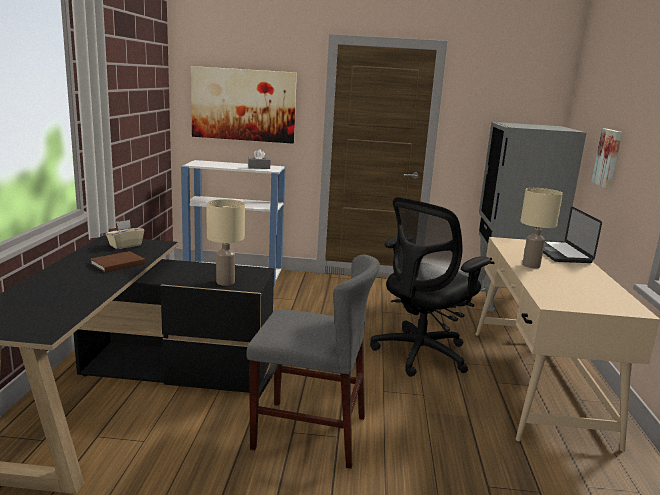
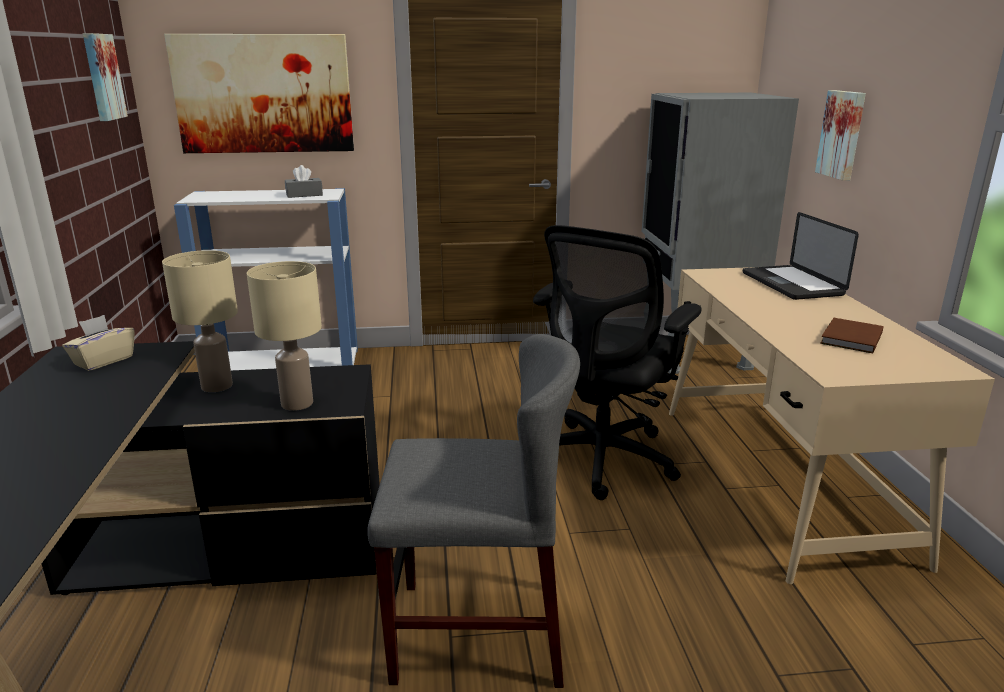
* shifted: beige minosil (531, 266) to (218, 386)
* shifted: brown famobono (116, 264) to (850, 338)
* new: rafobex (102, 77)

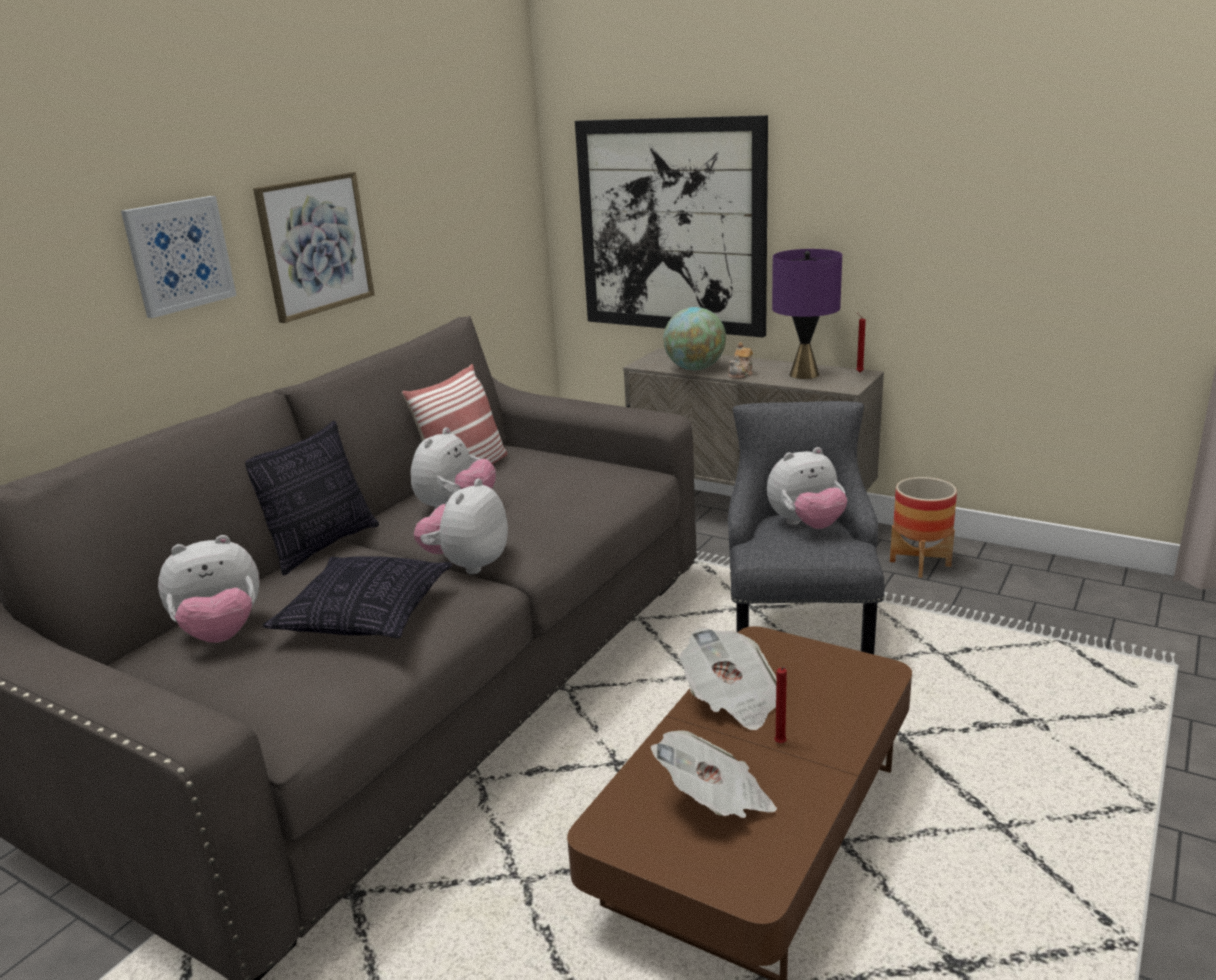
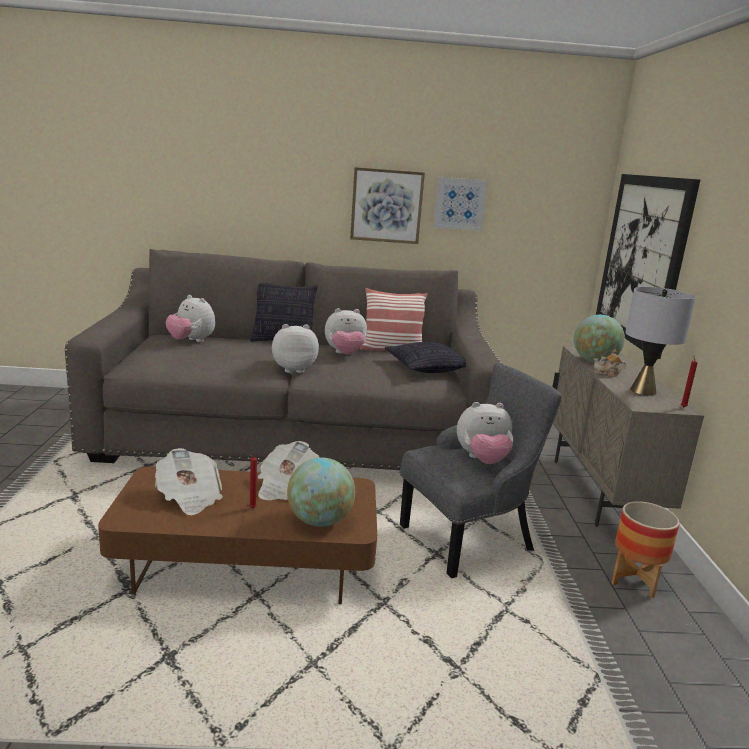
* shifted: rafobex (179, 255) to (460, 203)
* repainted: purple minosil (804, 374) to grey minosil (642, 391)
* rotated: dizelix (806, 525) = (482, 460) 45 degrees counterclockwise
* shifted: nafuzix (366, 616) to (427, 368)
* new: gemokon (319, 521)

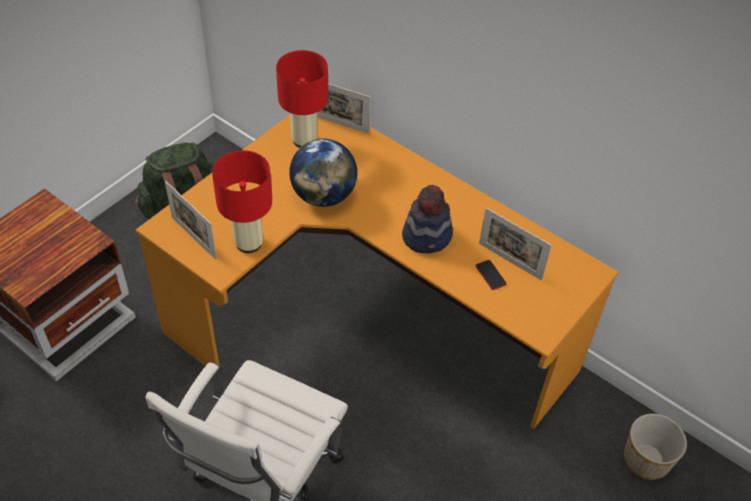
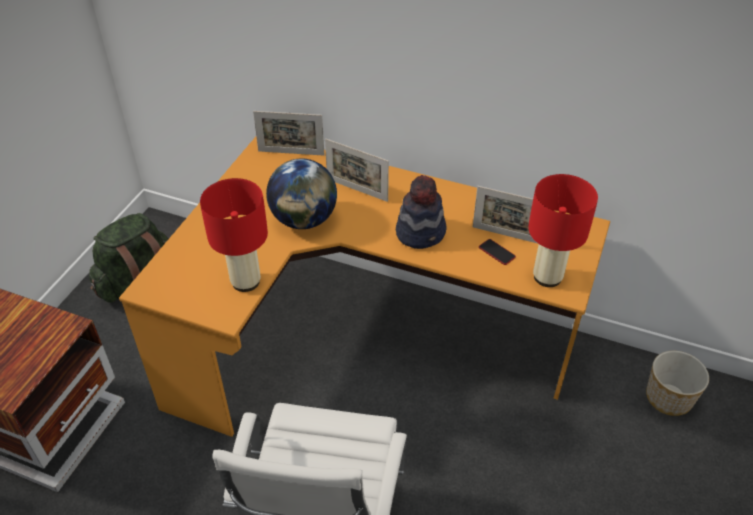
* shifted: red minosil (305, 140) to (548, 277)
* shifted: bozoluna (193, 238) to (357, 190)

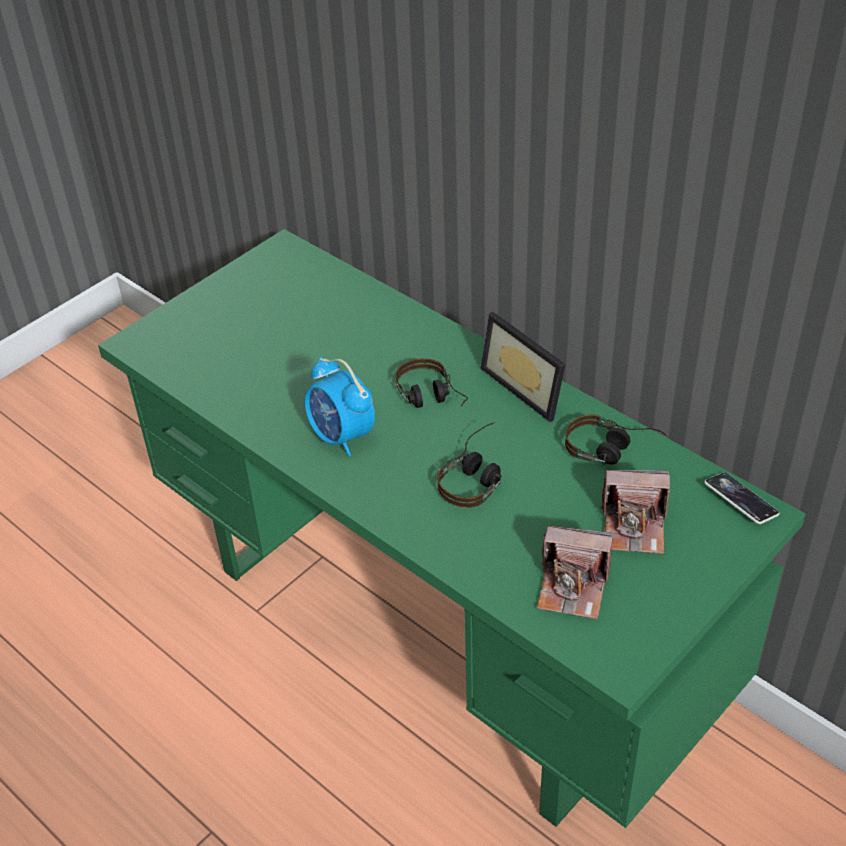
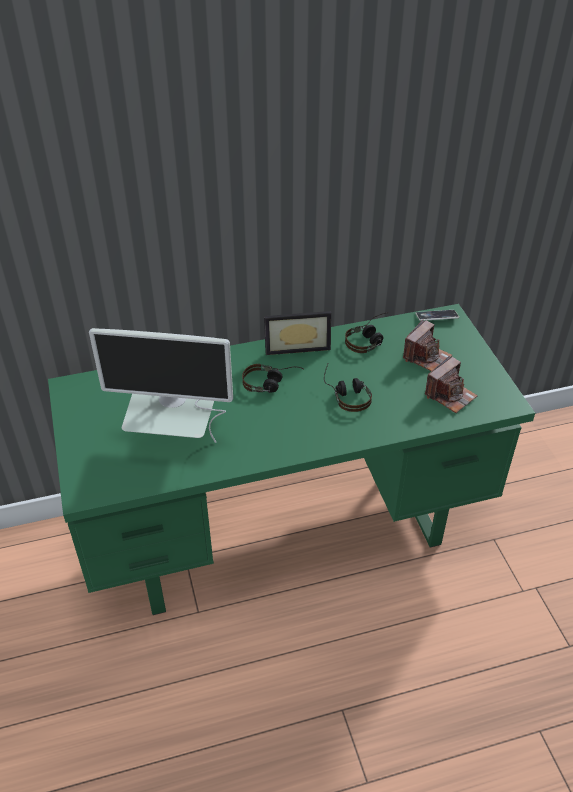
* gone: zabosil (341, 436)
* new: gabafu (175, 438)

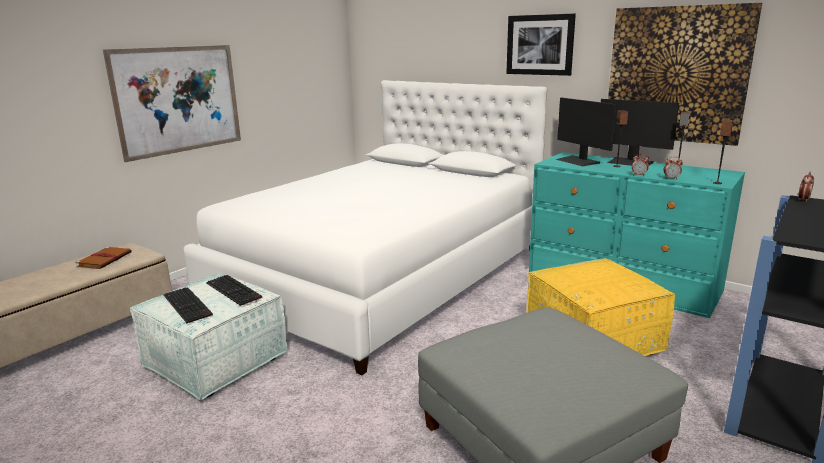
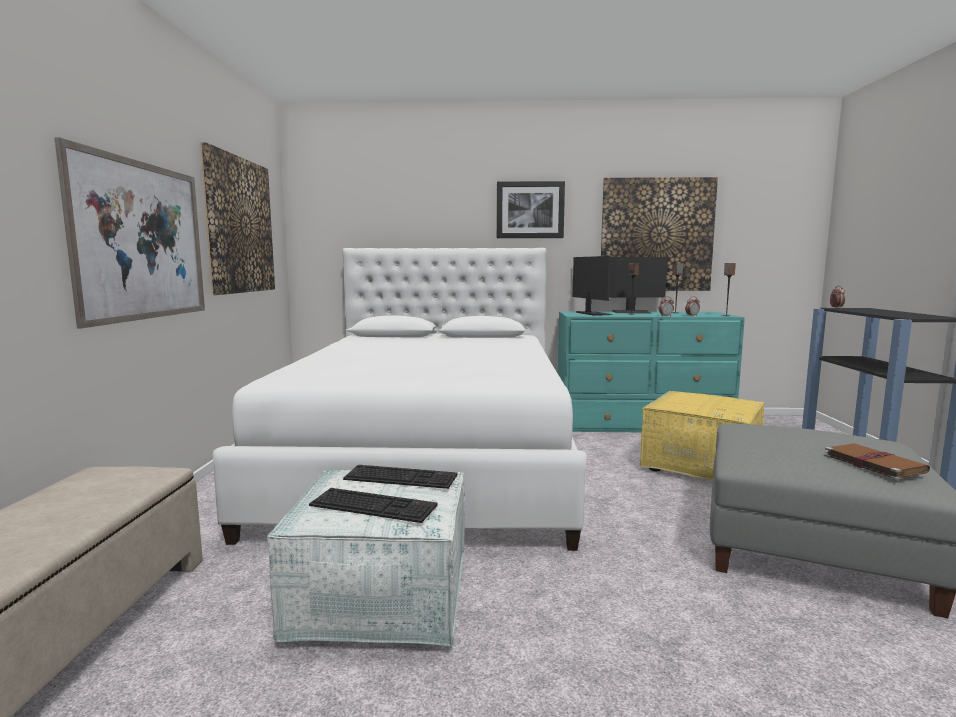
* rotated: gabafu (578, 161) = (593, 313) 135 degrees counterclockwise
* shifted: brown famobono (105, 259) to (872, 463)
* new: rafobex (240, 225)

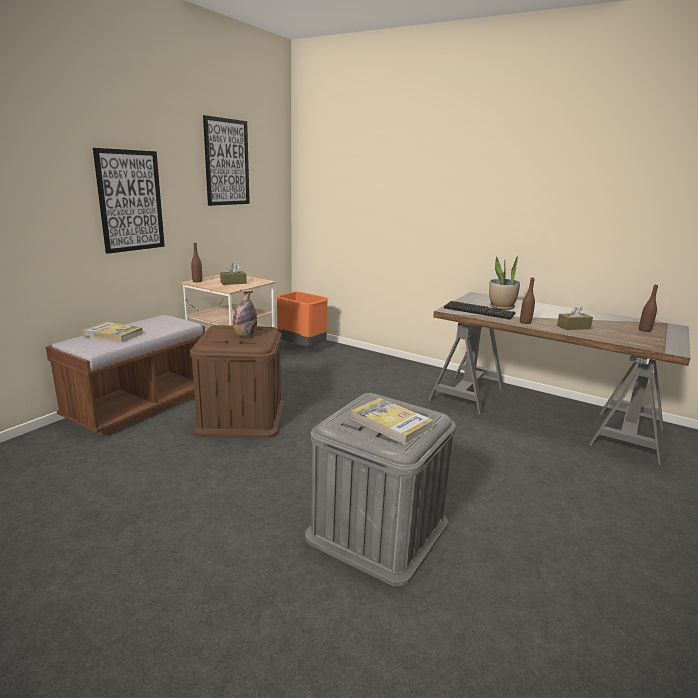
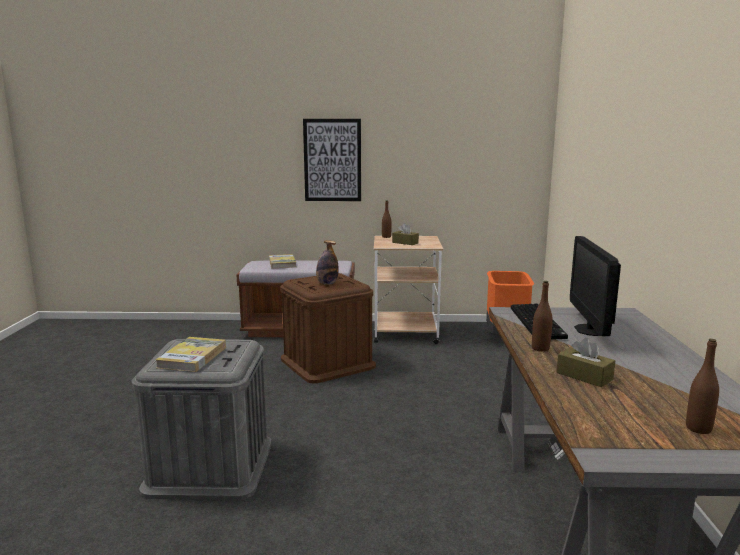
* gone: rafobex (227, 162)
* swapped: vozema (501, 307) to gabafu (590, 330)

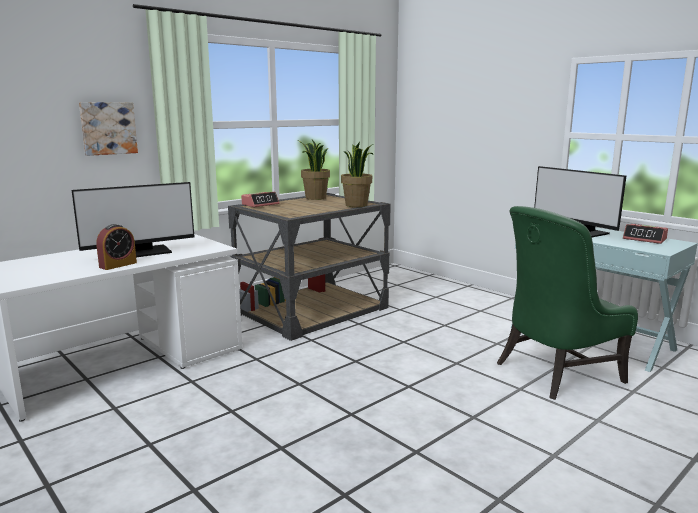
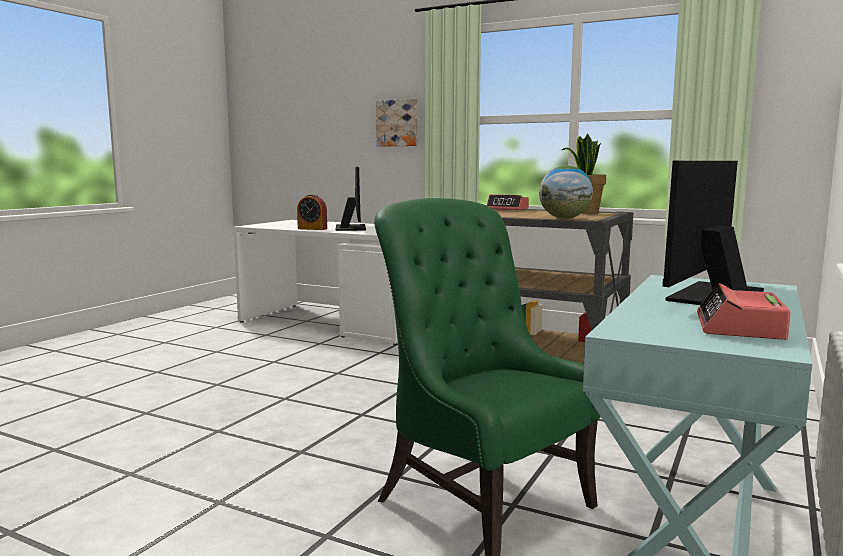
* swapped: vozema (357, 205) to gemokon (564, 218)
* rotated: gabafu (139, 253) = (351, 228) 135 degrees counterclockwise

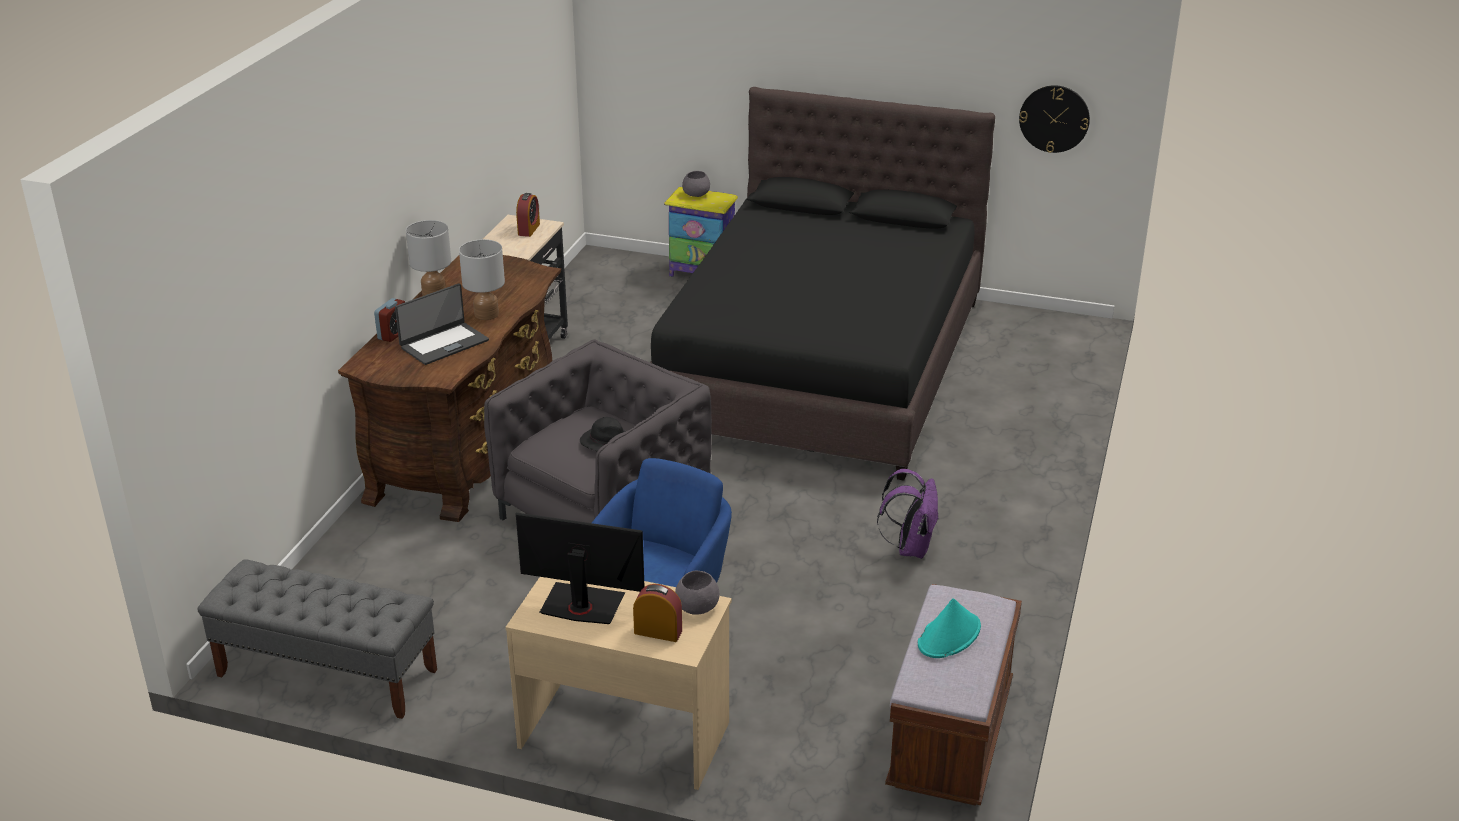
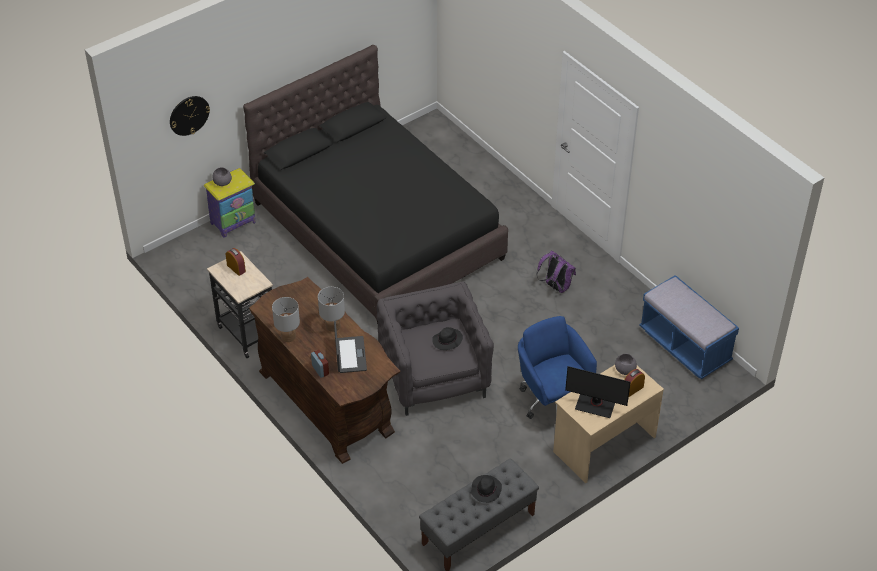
* shifted: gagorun (1054, 118) to (189, 115)
* rotated: gabafu (582, 605) = (595, 404) 120 degrees counterclockwise
* repainted: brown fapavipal (951, 738) to blue fapavipal (684, 346)
* gone: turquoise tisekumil (949, 636)
* new: black tisekumil (486, 489)

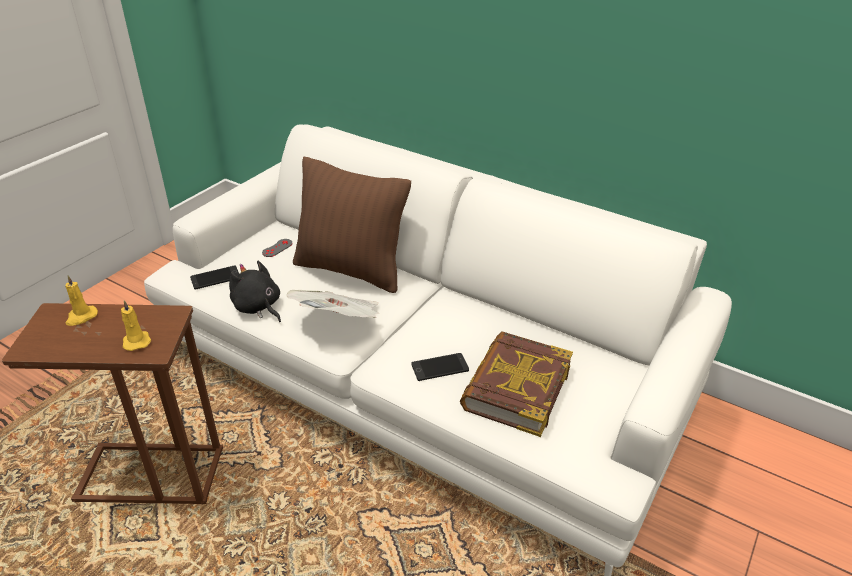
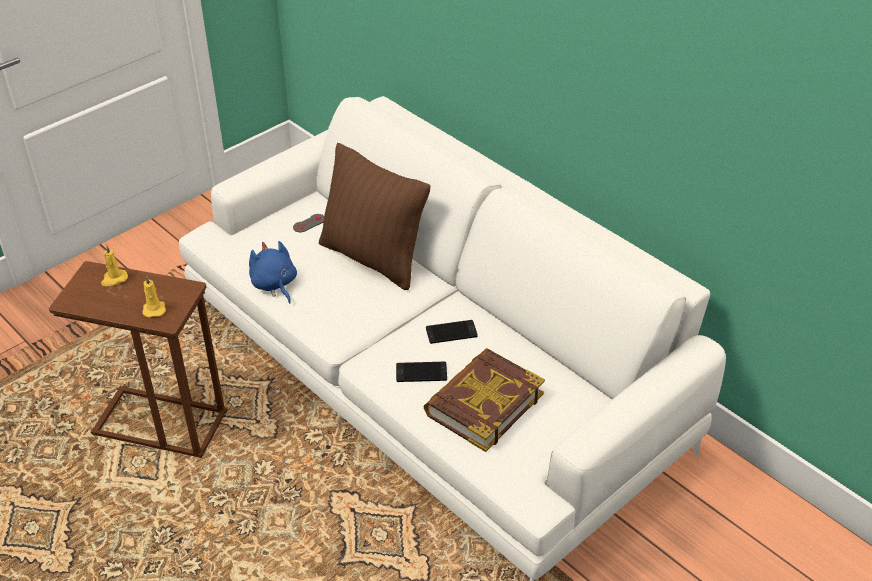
* repainted: black dizelix (258, 307) to blue dizelix (274, 285)
* shifted: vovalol (215, 278) to (451, 332)
* gone: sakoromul (339, 322)

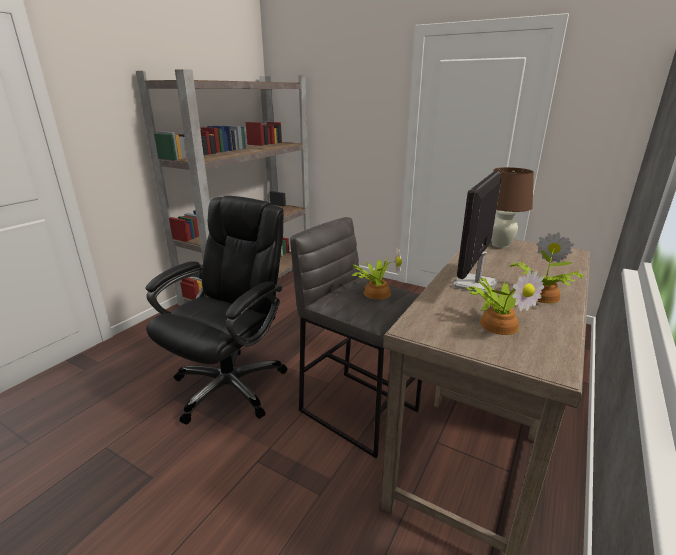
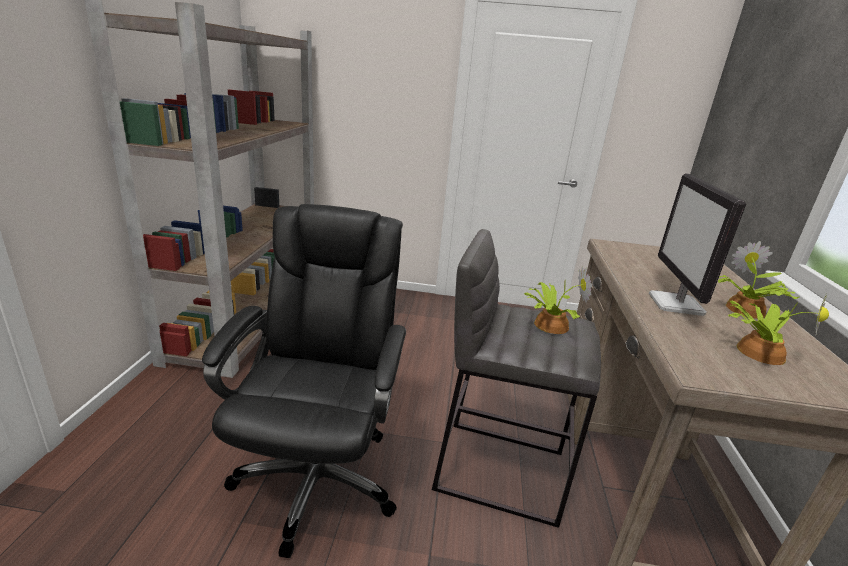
* gone: brown minosil (500, 245)

